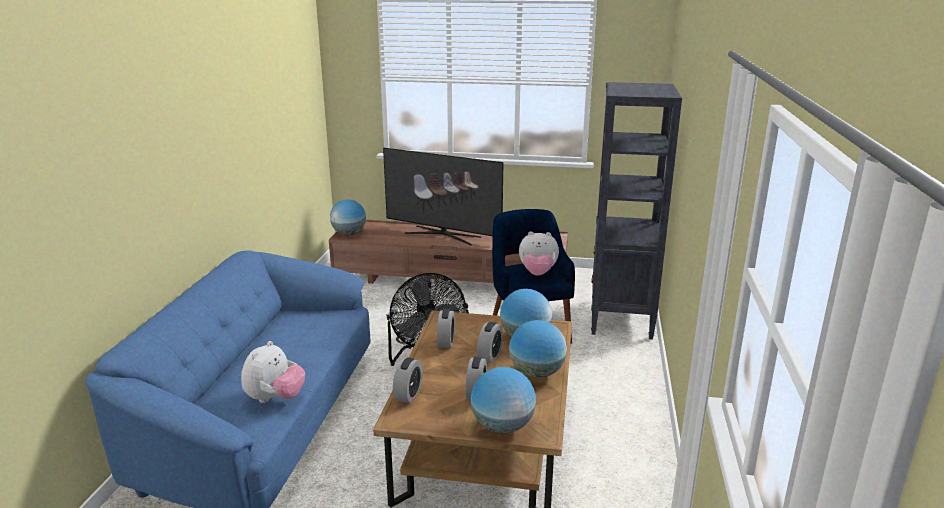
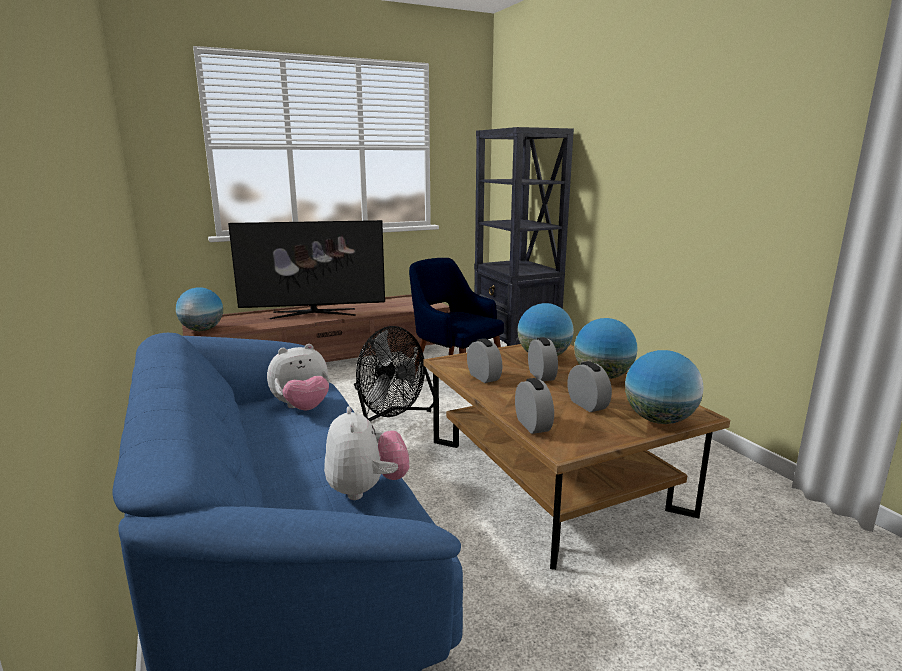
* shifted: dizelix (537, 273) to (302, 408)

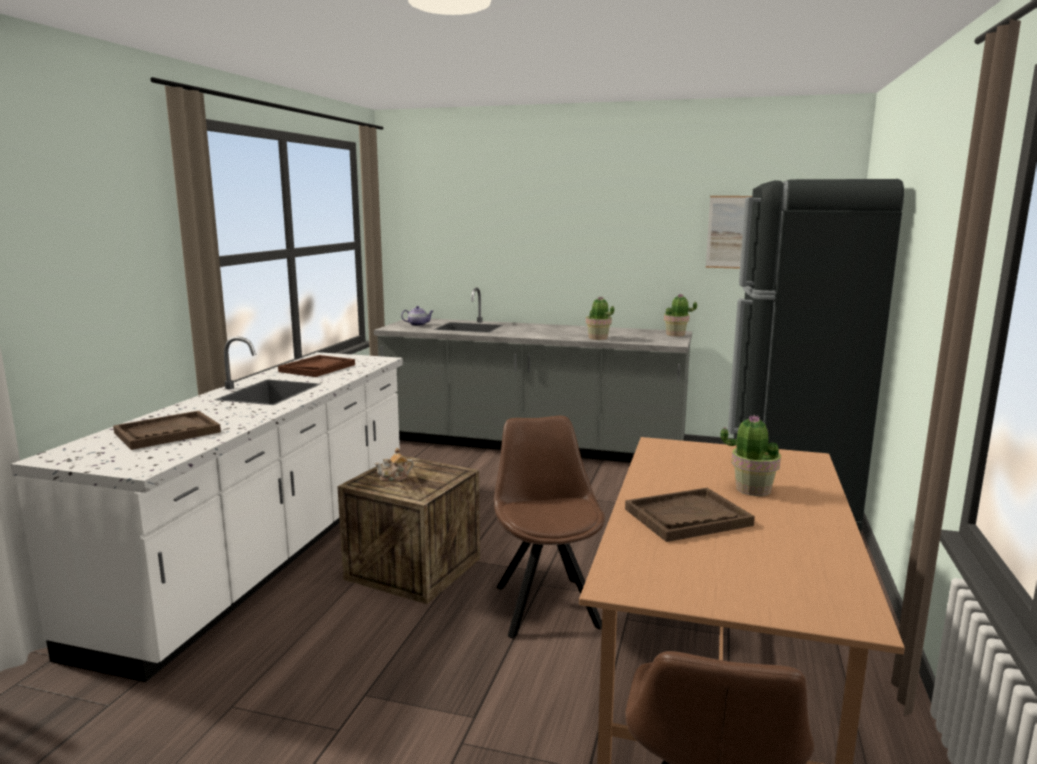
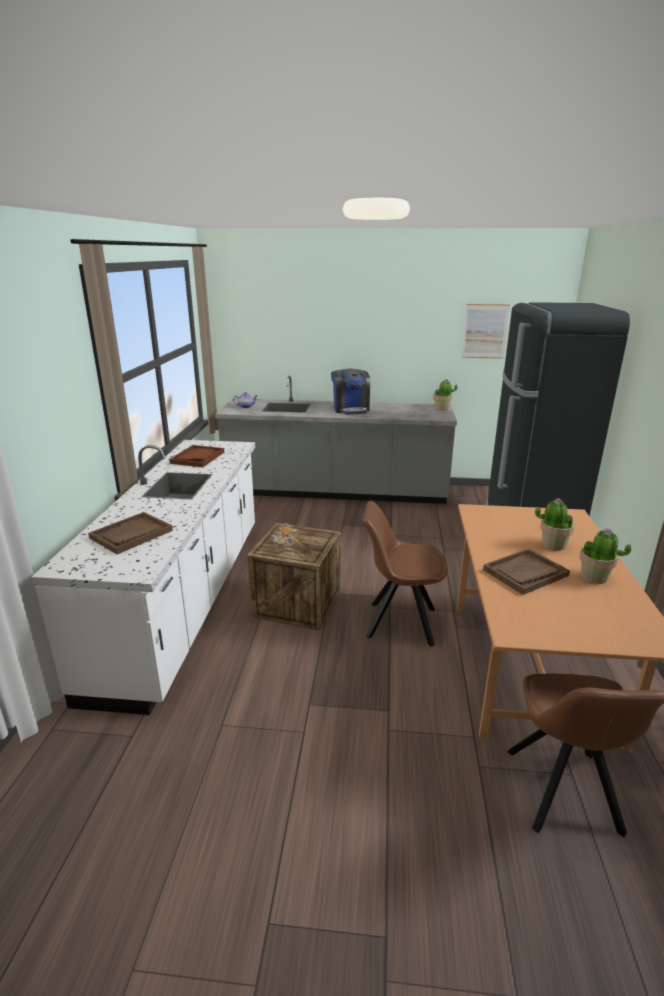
* shifted: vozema (598, 338) to (594, 577)
* rotated: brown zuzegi (546, 606) = (400, 623) 60 degrees counterclockwise
* new: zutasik (350, 409)

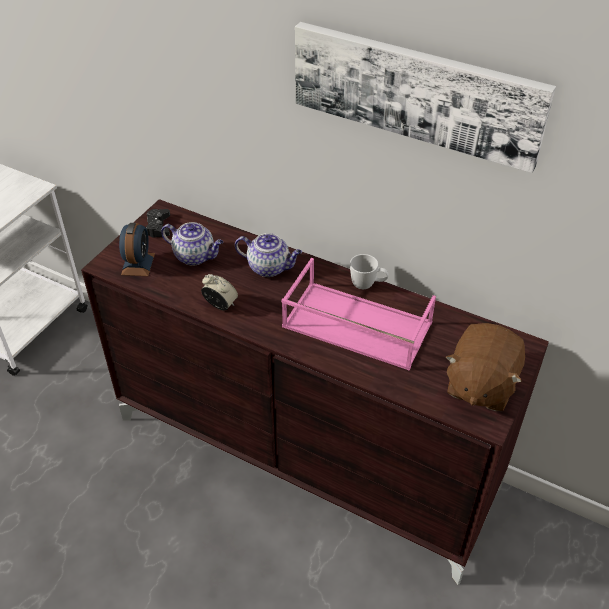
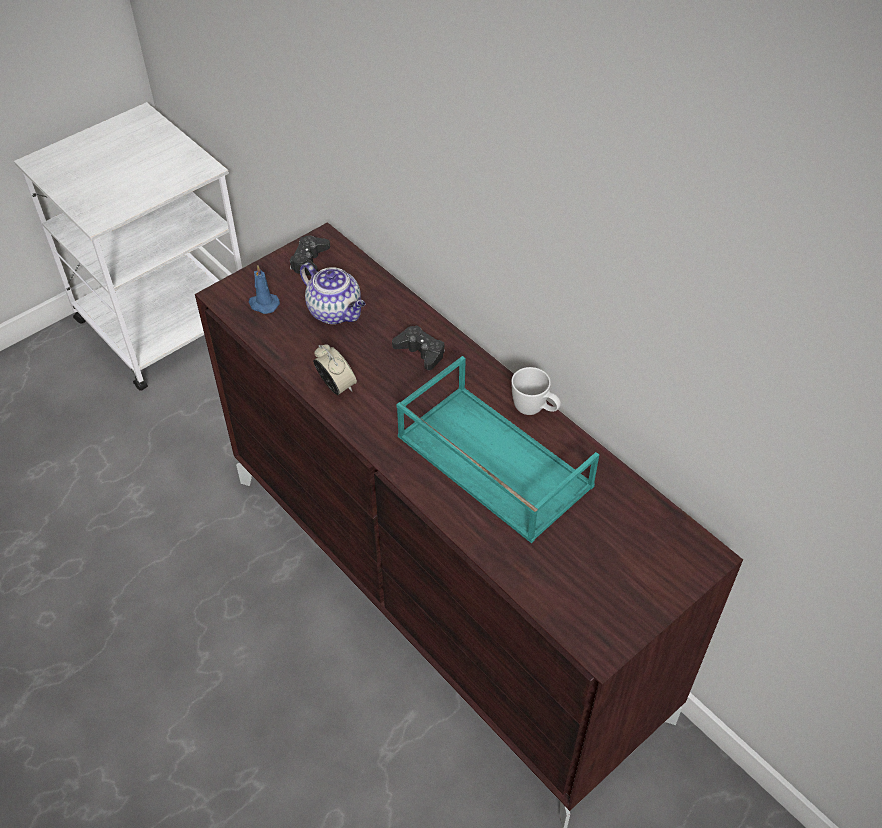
* gone: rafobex (416, 92)
* swapped: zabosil (138, 264) to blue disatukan (263, 304)
* swapped: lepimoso (270, 267) to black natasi (420, 352)
* repainted: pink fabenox (355, 325) to turquoise fabenox (491, 461)
* gone: brown dizelix (480, 385)

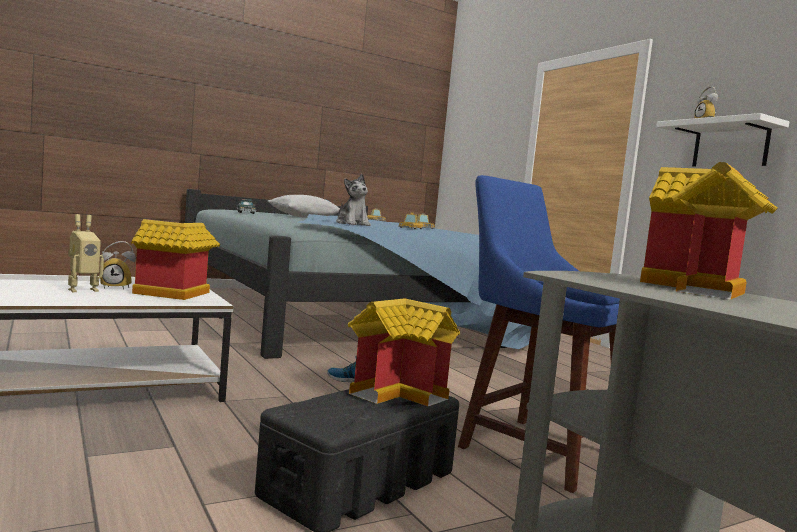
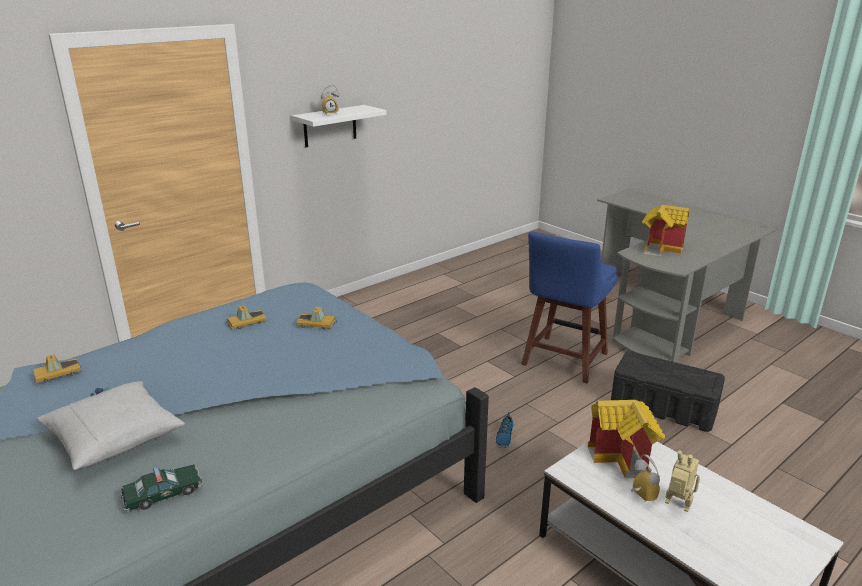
* gone: dizelix (352, 224)
* gone: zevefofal (400, 392)

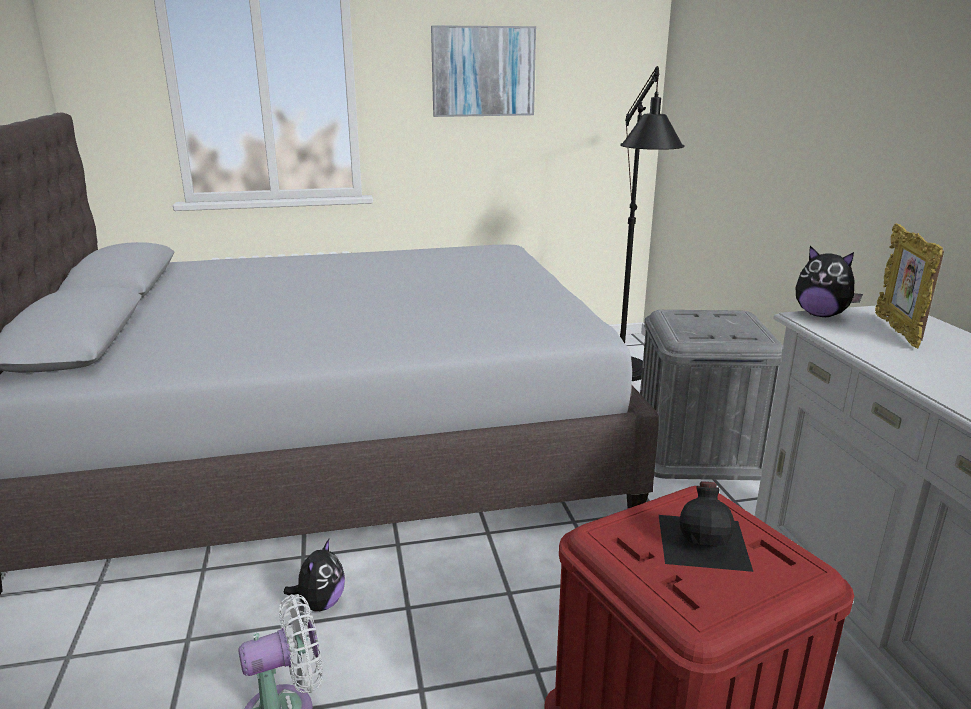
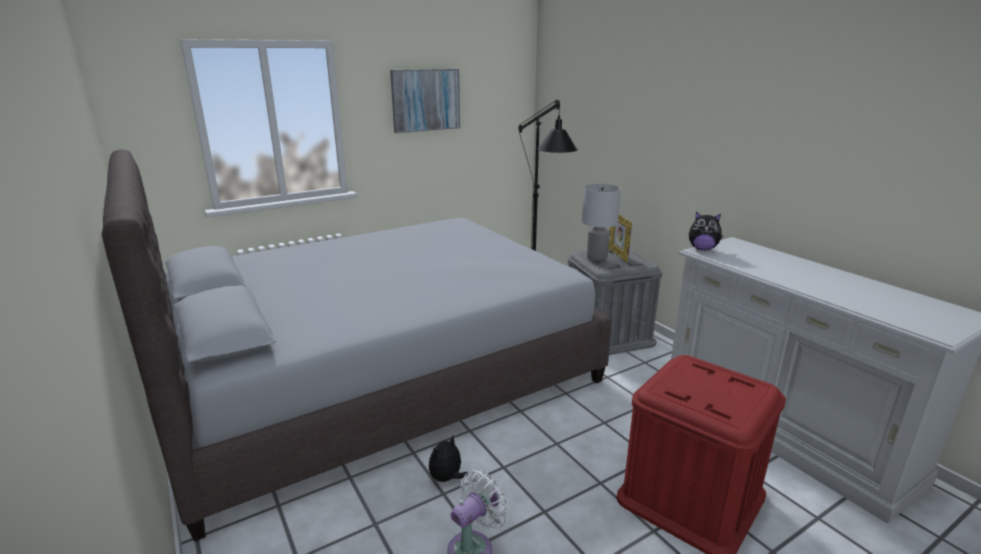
* shifted: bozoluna (897, 331) to (618, 255)
* gone: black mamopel (704, 540)
* rotated: dizelix (320, 603) = (447, 478) 135 degrees counterclockwise
* new: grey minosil (597, 259)

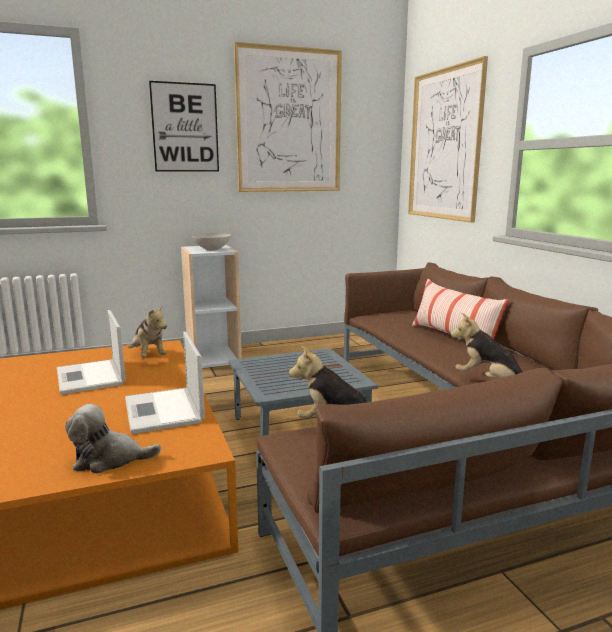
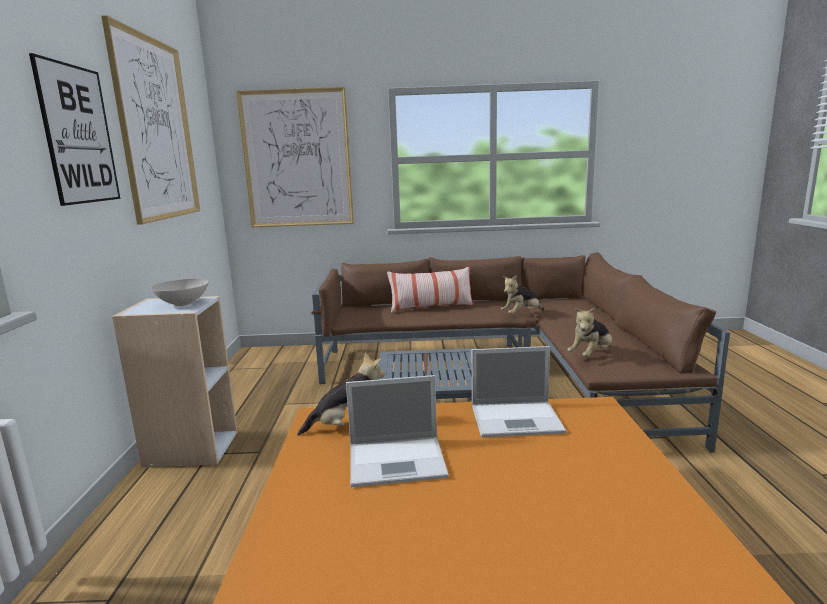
* gone: dizelix (109, 459)

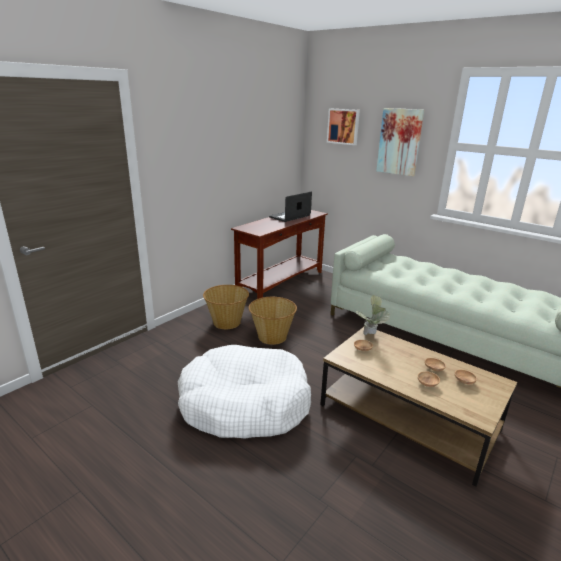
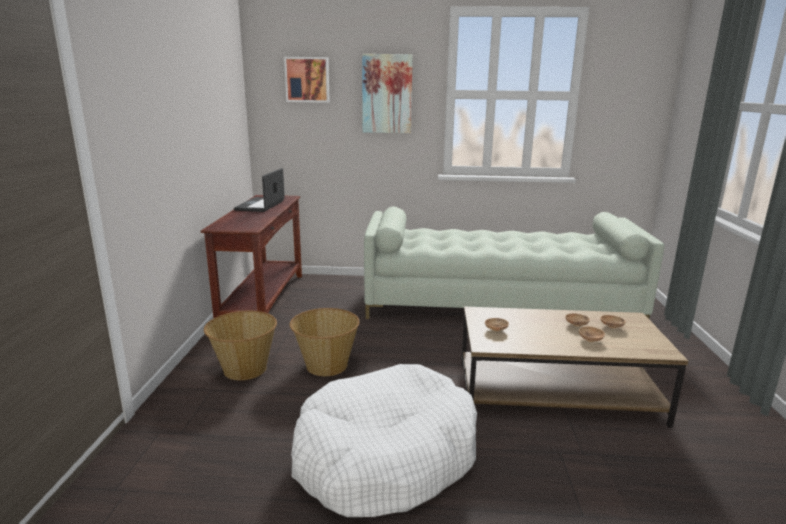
* gone: vozema (371, 336)

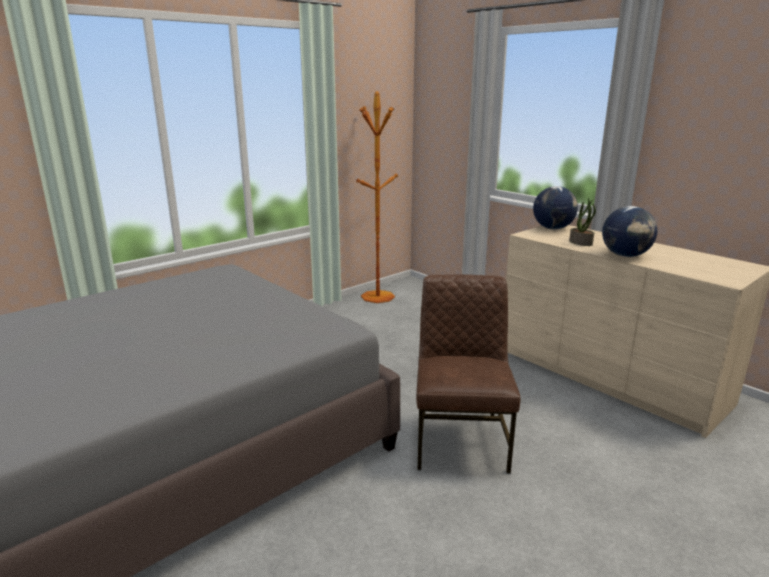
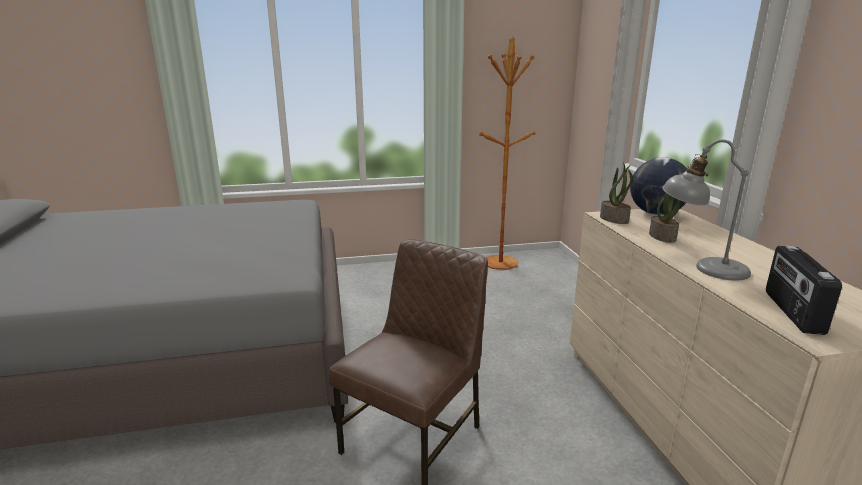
* swapped: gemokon (625, 256) to grey minosil (699, 264)
* new: vozema (614, 219)
* new: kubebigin (791, 312)

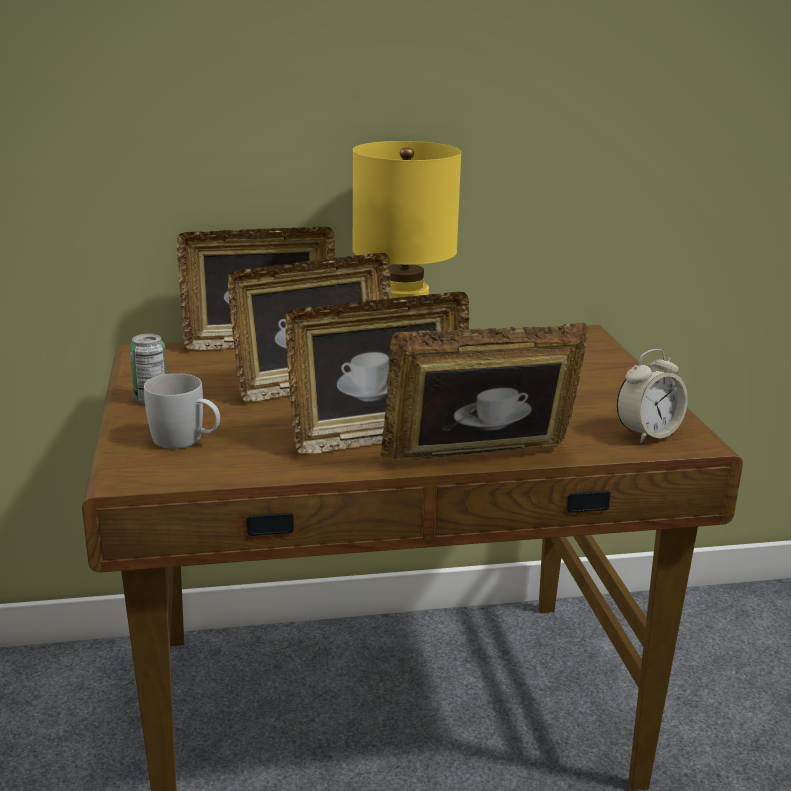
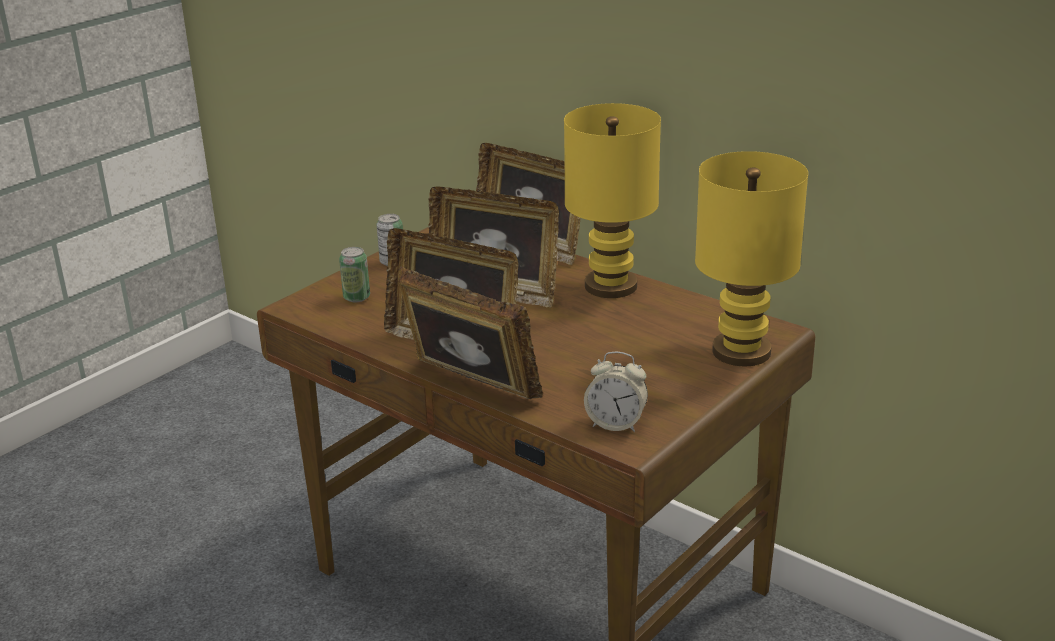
* swapped: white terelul (186, 441) to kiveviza (356, 297)
* new: yellow minosil (740, 351)

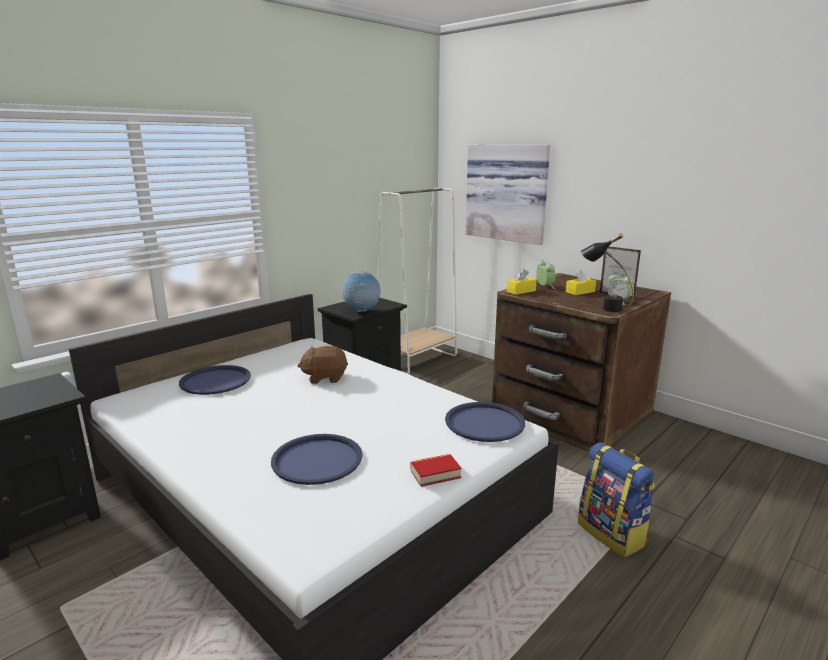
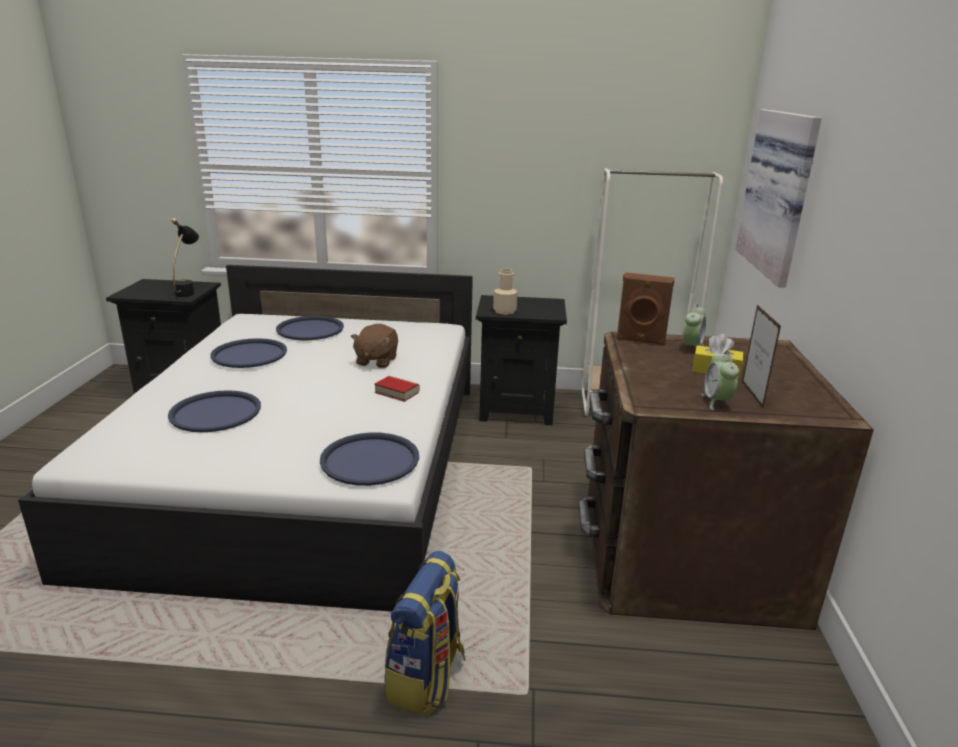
* shifted: black minosil (603, 307) to (188, 291)
* swapped: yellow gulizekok (521, 291) to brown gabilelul (640, 341)
* swapped: gemokon (361, 311) to beige mamopel (504, 311)
* rotated: brown dizelix (325, 378) = (376, 361) 120 degrees counterclockwise
* shifted: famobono (435, 474) to (397, 392)
* new: blue fabenox (249, 354)

